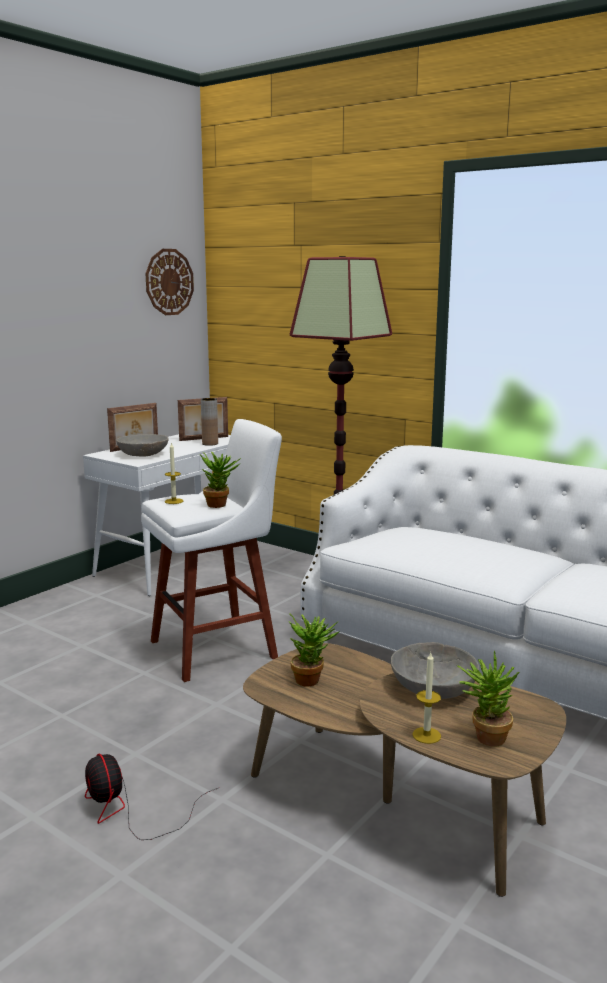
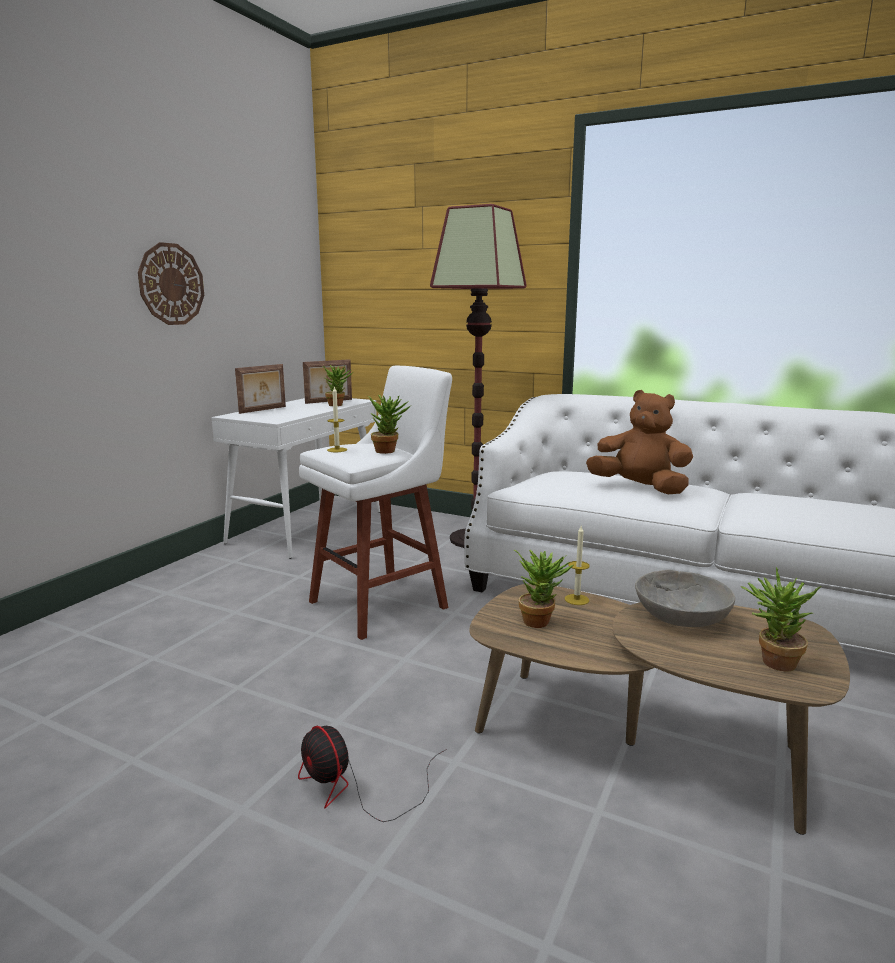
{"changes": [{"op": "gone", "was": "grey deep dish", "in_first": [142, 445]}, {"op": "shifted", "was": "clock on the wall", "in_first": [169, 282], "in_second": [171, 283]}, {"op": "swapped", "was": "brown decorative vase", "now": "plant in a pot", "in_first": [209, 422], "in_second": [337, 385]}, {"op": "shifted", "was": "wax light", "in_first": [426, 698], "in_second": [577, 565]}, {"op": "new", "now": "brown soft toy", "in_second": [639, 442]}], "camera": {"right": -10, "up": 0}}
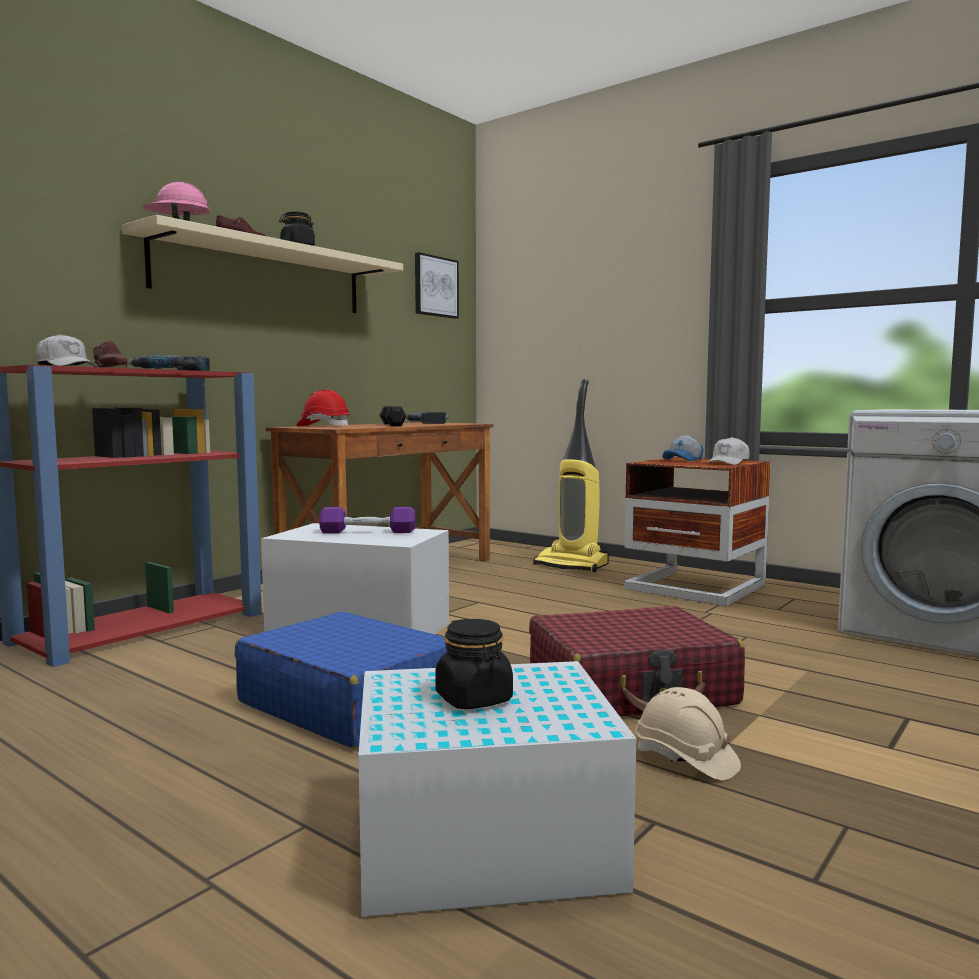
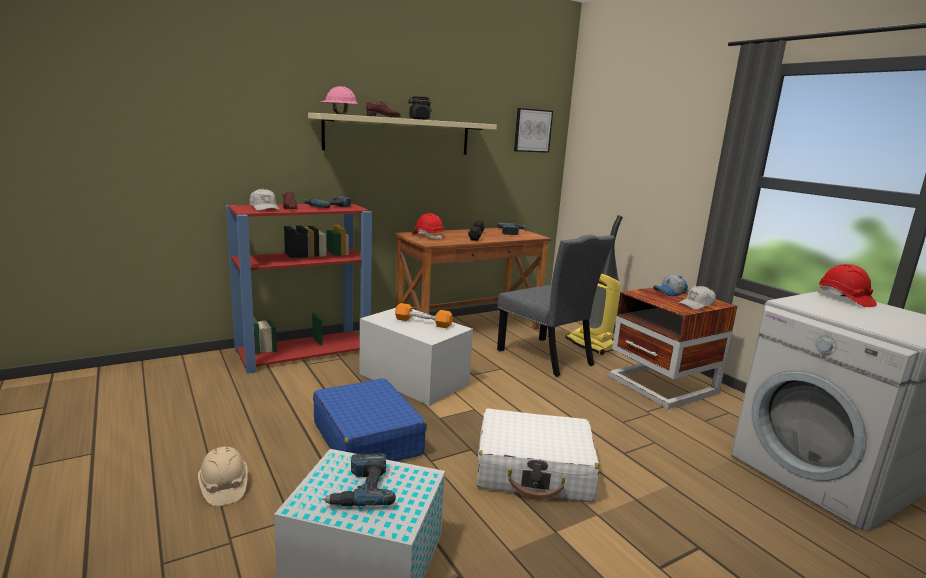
{"changes": [{"op": "repainted", "was": "purple-coloured free weight", "now": "orange-coloured free weight", "in_first": [367, 520], "in_second": [424, 315]}, {"op": "swapped", "was": "black preserve jar", "now": "drill", "in_first": [474, 664], "in_second": [359, 479]}, {"op": "repainted", "was": "reddish suitcase", "now": "white-coloured suitcase", "in_first": [637, 661], "in_second": [538, 455]}, {"op": "shifted", "was": "beige hard hat", "in_first": [688, 733], "in_second": [223, 476]}, {"op": "new", "now": "grey upright chair", "in_second": [556, 306]}, {"op": "new", "now": "reddish hard hat", "in_second": [847, 285]}], "camera": {"right": 20, "up": 10}}
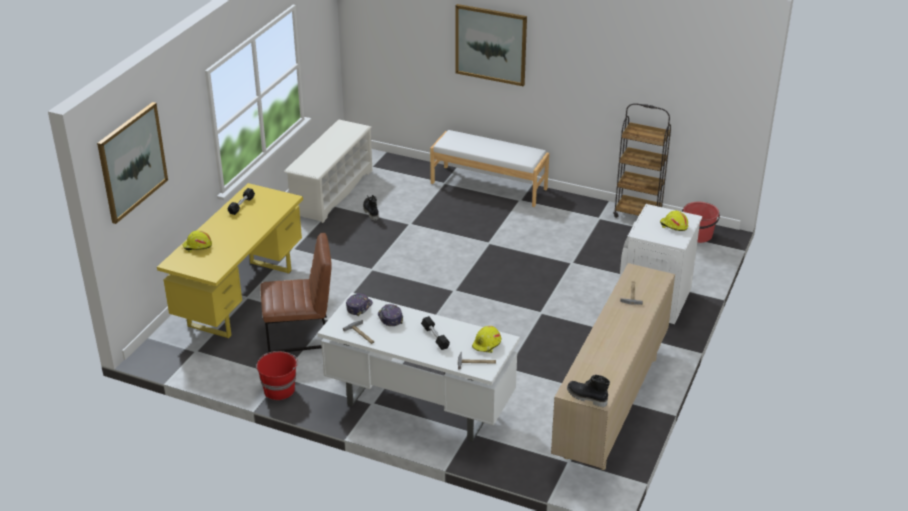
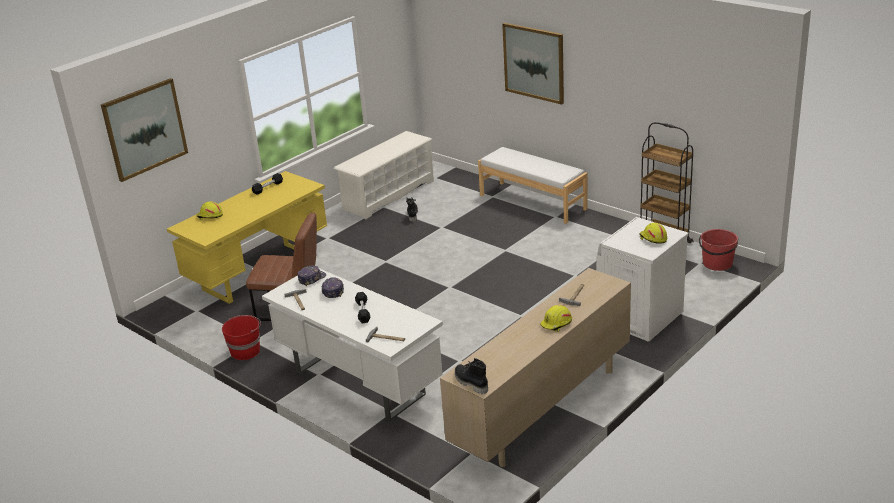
{"changes": [{"op": "shifted", "was": "yellowish hard hat", "in_first": [487, 339], "in_second": [556, 318]}], "camera": {"right": 20, "up": -5}}
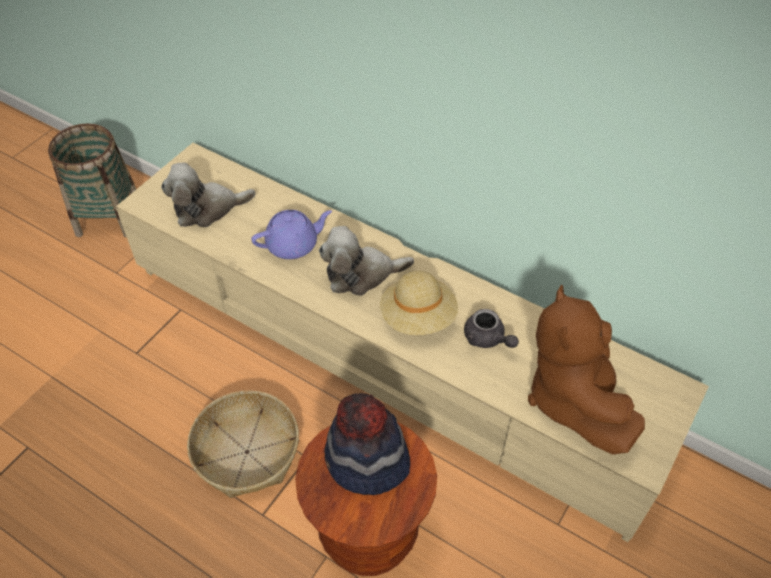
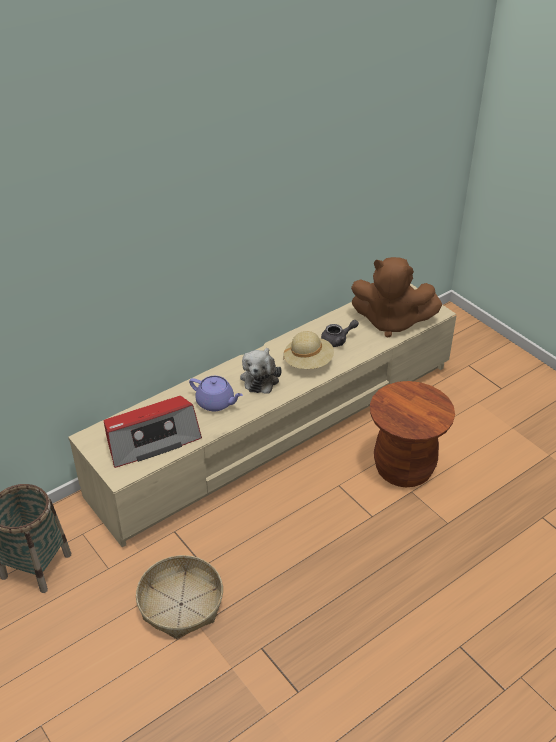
{"changes": [{"op": "swapped", "was": "soft toy", "now": "radio set", "in_first": [208, 195], "in_second": [152, 432]}, {"op": "shifted", "was": "household basket", "in_first": [243, 444], "in_second": [179, 597]}, {"op": "rotated", "was": "purple-coloured teapot", "in_first": [291, 234], "in_second": [216, 393], "clockwise": 120}, {"op": "gone", "was": "clothing hat", "in_first": [367, 444]}], "camera": {"right": -70, "up": -10}}
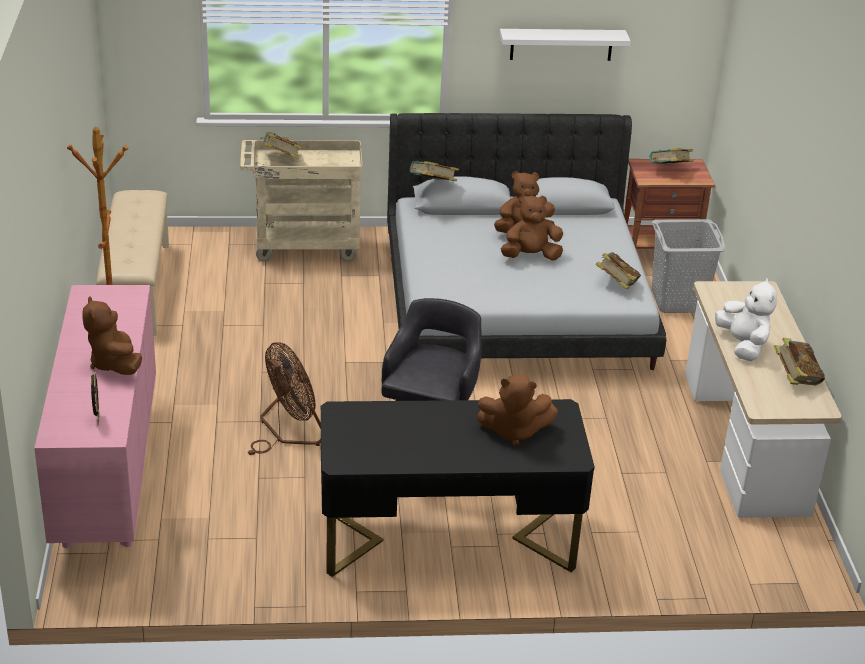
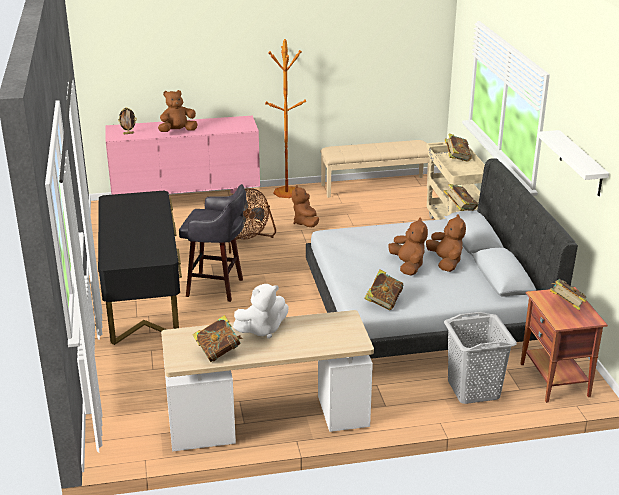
{"changes": [{"op": "shifted", "was": "brown soft toy", "in_first": [517, 410], "in_second": [305, 206]}], "camera": {"right": 85, "up": -5}}
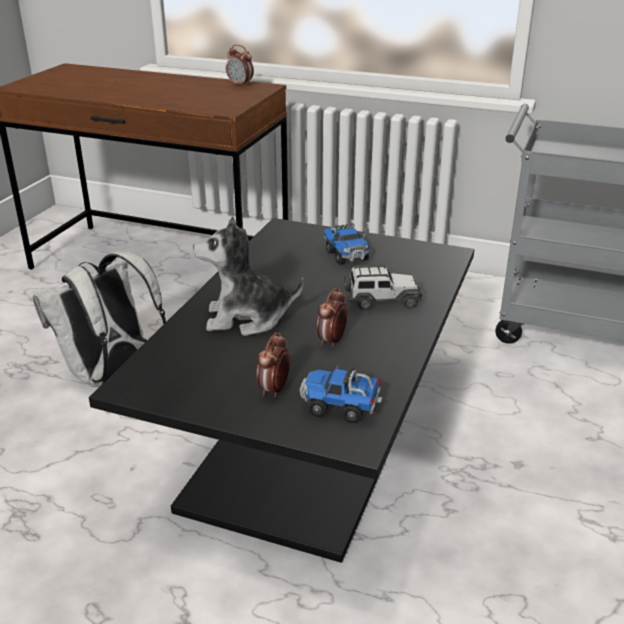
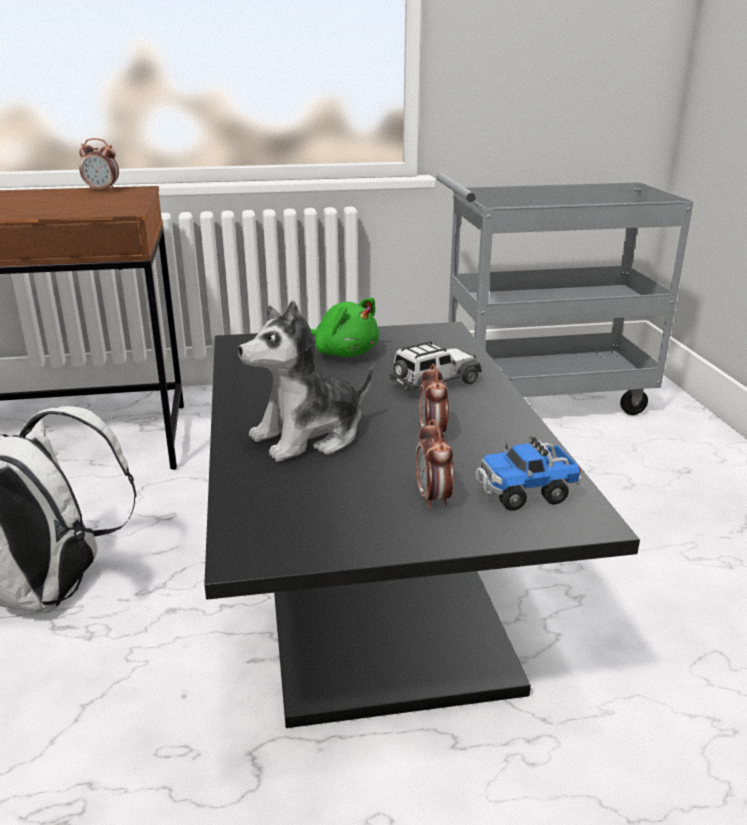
{"changes": [{"op": "swapped", "was": "model truck", "now": "green-coloured soft toy", "in_first": [347, 244], "in_second": [345, 327]}], "camera": {"right": -30, "up": -5}}
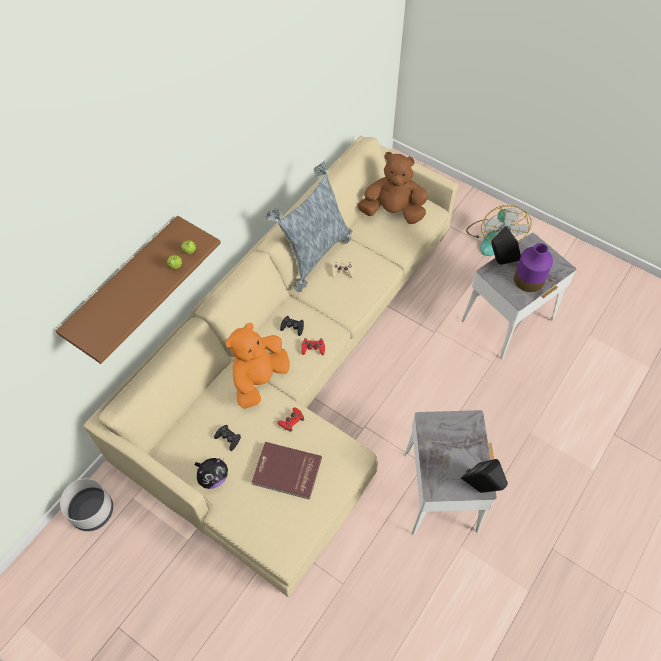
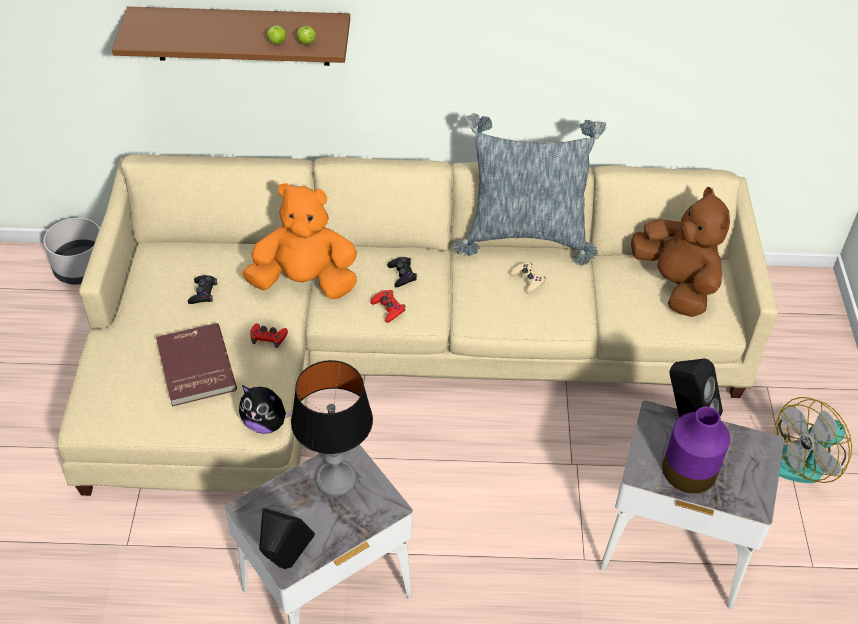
{"changes": [{"op": "shifted", "was": "soft toy", "in_first": [211, 473], "in_second": [266, 409]}, {"op": "new", "now": "tabletop lamp", "in_second": [332, 428]}], "camera": {"right": 55, "up": -10}}
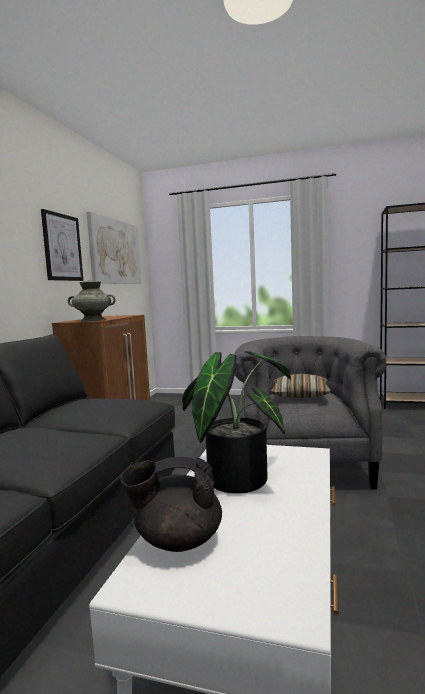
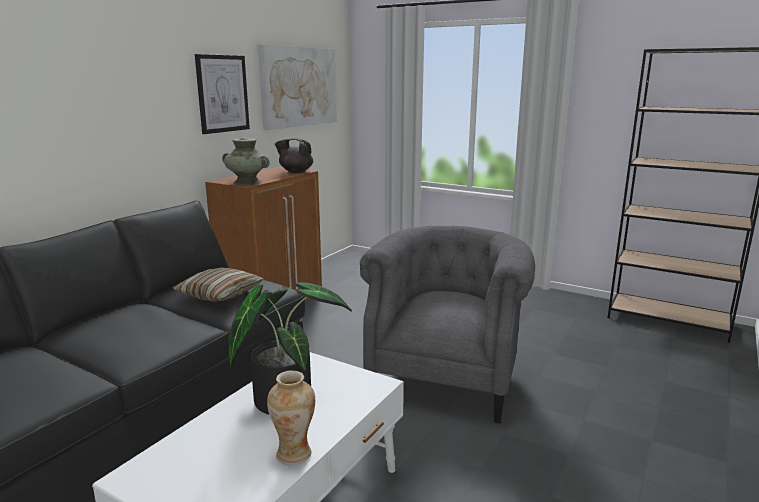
{"changes": [{"op": "shifted", "was": "black teapot", "in_first": [171, 504], "in_second": [294, 155]}, {"op": "shifted", "was": "throw pillow", "in_first": [301, 386], "in_second": [218, 285]}, {"op": "new", "now": "decorative vase", "in_second": [291, 418]}], "camera": {"right": 15, "up": 10}}
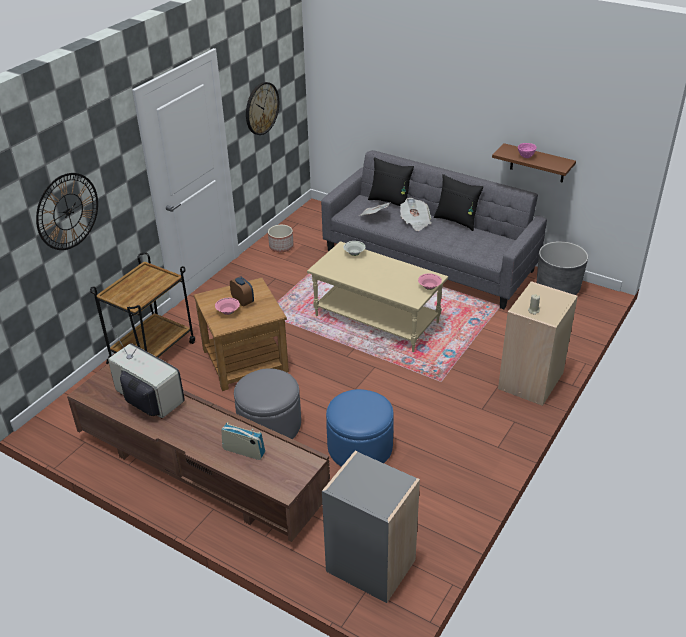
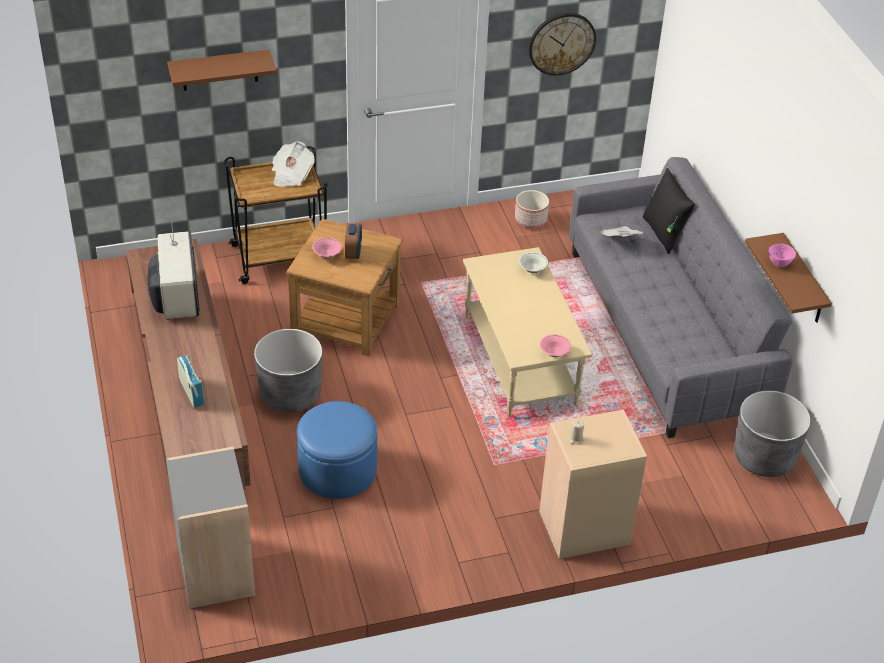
{"changes": [{"op": "swapped", "was": "clock on the wall", "now": "brown wall shelf", "in_first": [67, 211], "in_second": [222, 70]}, {"op": "swapped", "was": "grey footrest", "now": "grey plant pot", "in_first": [267, 404], "in_second": [288, 371]}, {"op": "shifted", "was": "newspaper", "in_first": [416, 214], "in_second": [293, 164]}, {"op": "gone", "was": "black throw pillow", "in_first": [458, 202]}], "camera": {"right": 40, "up": 5}}
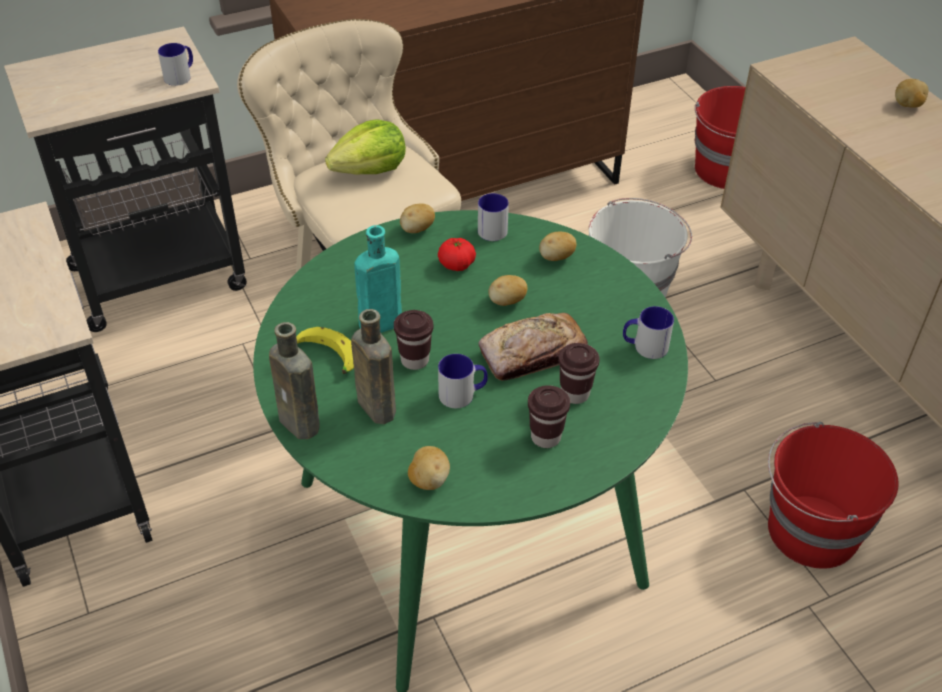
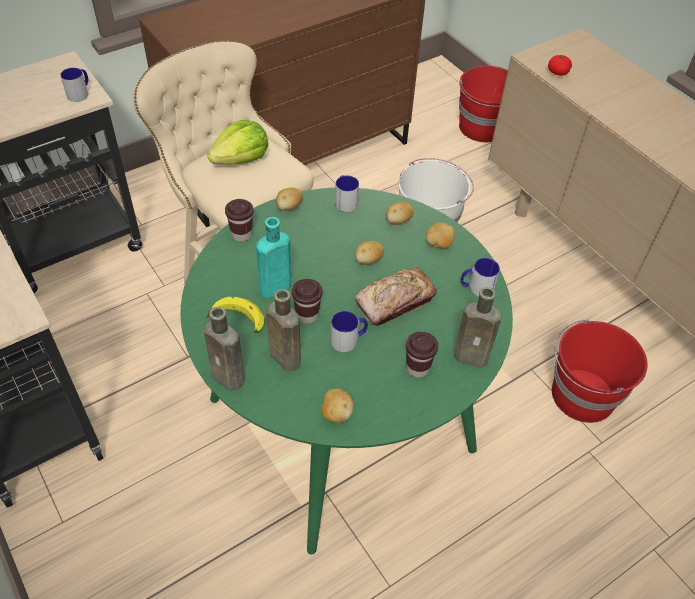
{"changes": [{"op": "shifted", "was": "whole tomato", "in_first": [457, 254], "in_second": [560, 65]}, {"op": "shifted", "was": "brown cup", "in_first": [579, 373], "in_second": [239, 220]}, {"op": "shifted", "was": "whole potato", "in_first": [911, 93], "in_second": [440, 235]}, {"op": "new", "now": "brown bottle", "in_second": [478, 327]}], "camera": {"right": -10, "up": 5}}
